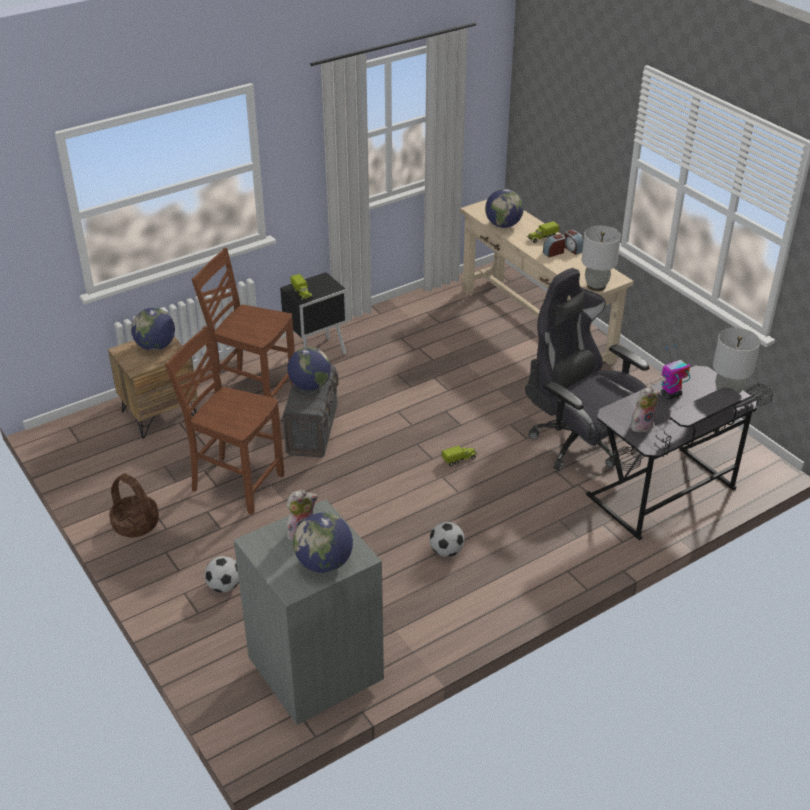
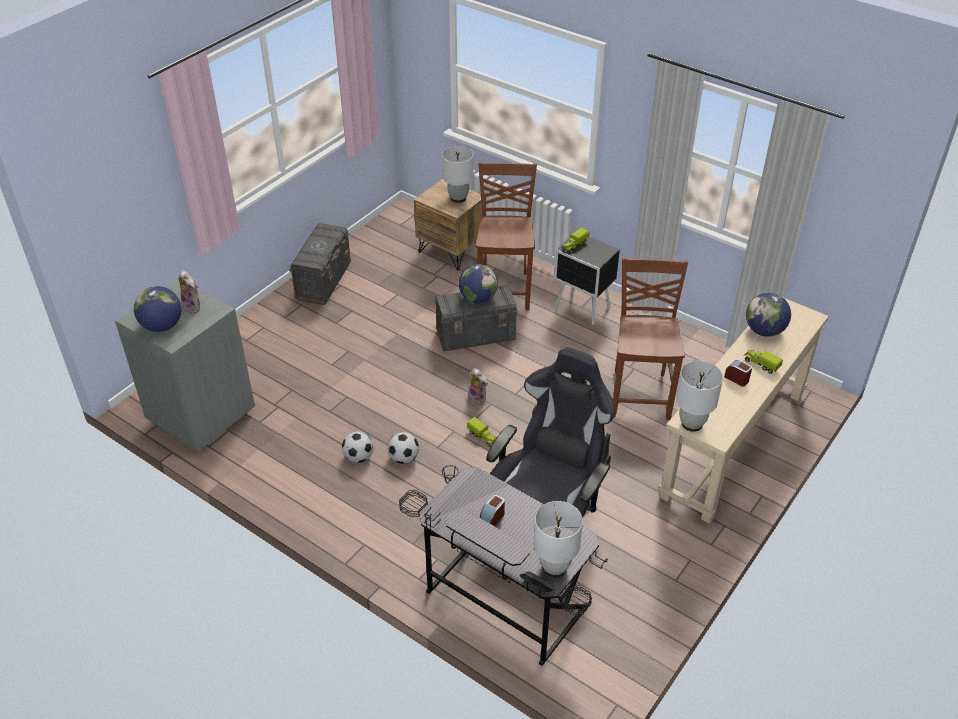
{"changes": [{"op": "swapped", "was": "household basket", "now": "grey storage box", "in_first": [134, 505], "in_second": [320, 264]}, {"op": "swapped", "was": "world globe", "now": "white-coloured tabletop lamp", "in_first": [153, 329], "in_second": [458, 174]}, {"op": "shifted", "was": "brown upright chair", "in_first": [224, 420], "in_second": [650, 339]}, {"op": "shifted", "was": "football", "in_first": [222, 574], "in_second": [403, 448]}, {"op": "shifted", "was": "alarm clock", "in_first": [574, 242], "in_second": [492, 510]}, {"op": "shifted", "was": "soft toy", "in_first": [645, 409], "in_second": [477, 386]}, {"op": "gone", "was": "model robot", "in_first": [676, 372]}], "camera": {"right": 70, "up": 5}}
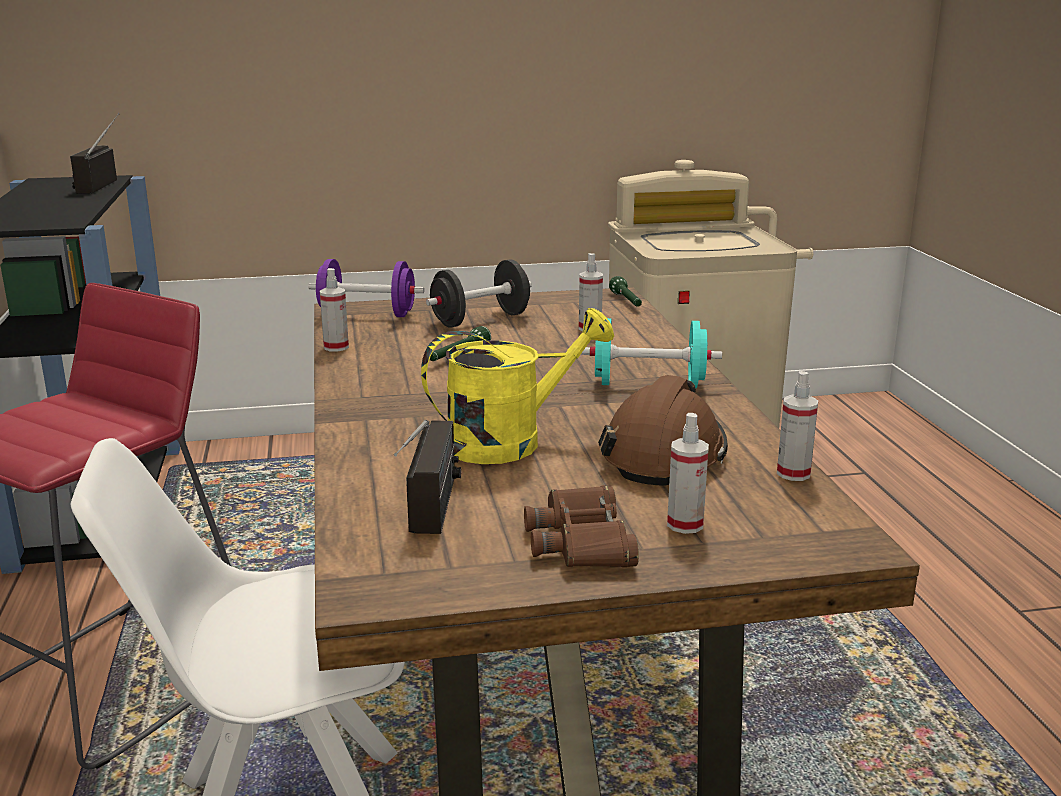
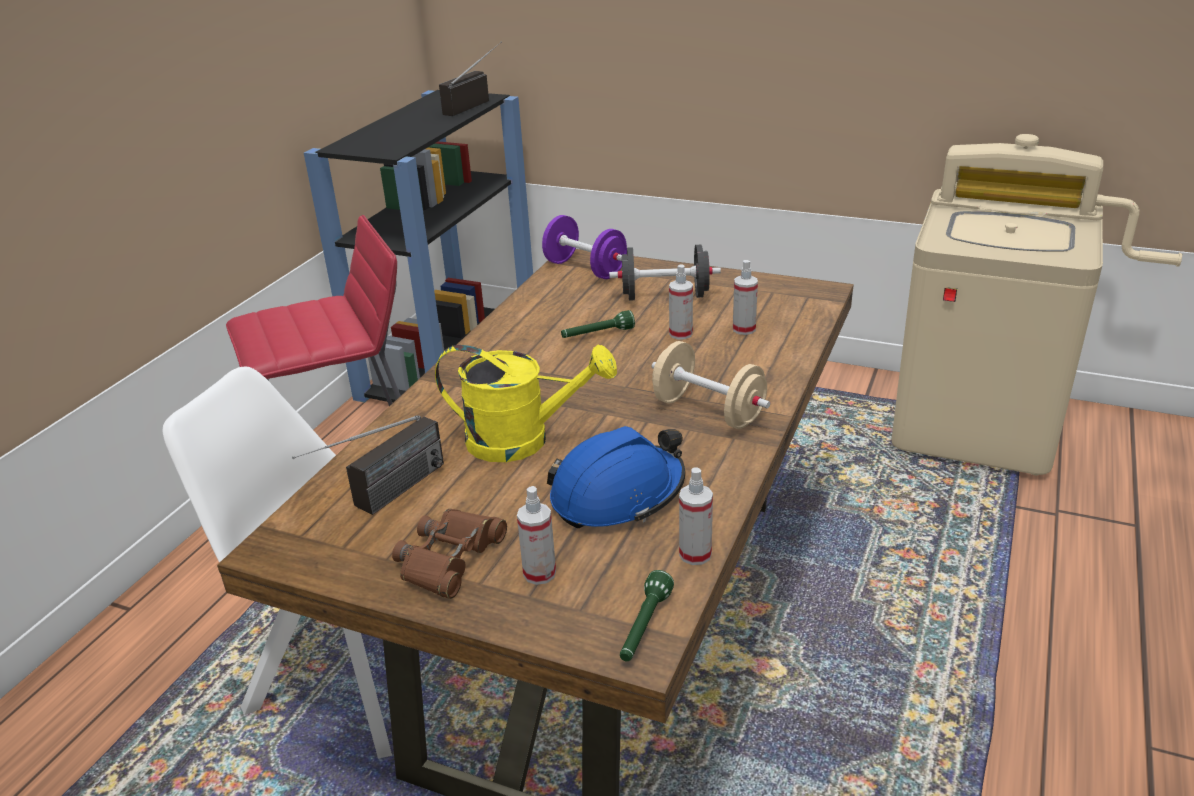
{"changes": [{"op": "shifted", "was": "hand sprayer", "in_first": [334, 310], "in_second": [681, 302]}, {"op": "repainted", "was": "turquoise free weight", "now": "beige free weight", "in_first": [651, 353], "in_second": [710, 385]}, {"op": "repainted", "was": "brown hard hat", "now": "blue hard hat", "in_first": [663, 430], "in_second": [616, 477]}, {"op": "shifted", "was": "green-coloured hand torch", "in_first": [625, 291], "in_second": [647, 615]}], "camera": {"right": 35, "up": 10}}
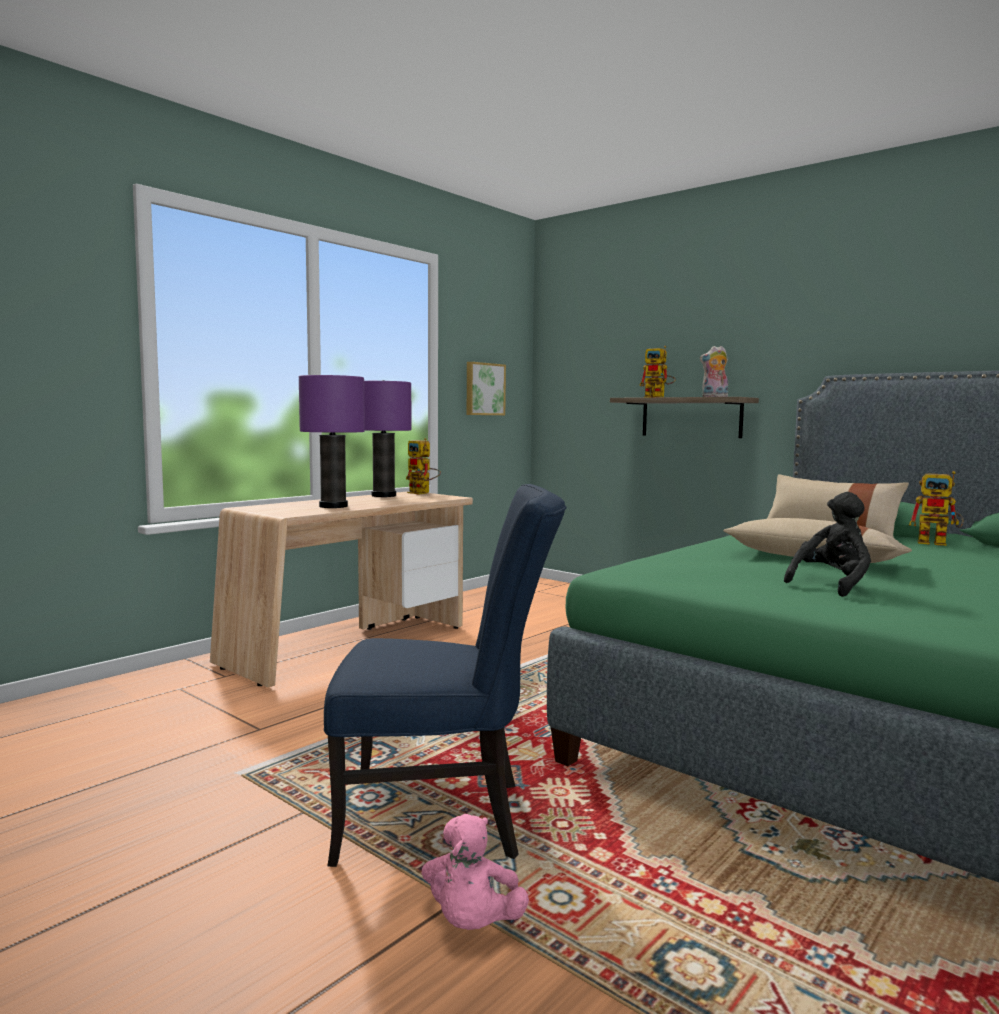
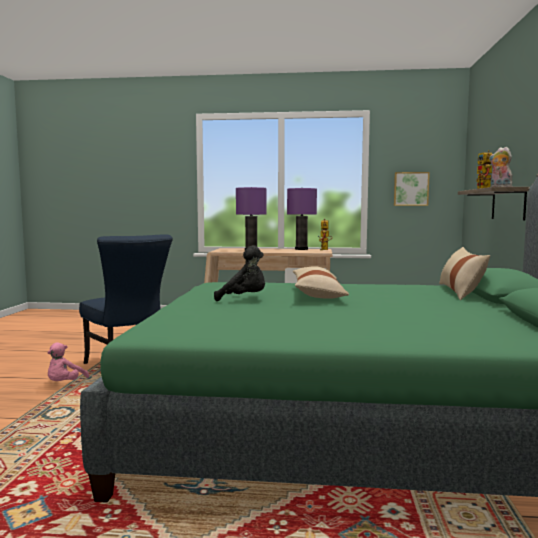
{"changes": [{"op": "rotated", "was": "pinkish soft toy", "in_first": [475, 872], "in_second": [68, 361], "clockwise": -45}, {"op": "gone", "was": "model robot", "in_first": [936, 508]}], "camera": {"right": 55, "up": 0}}
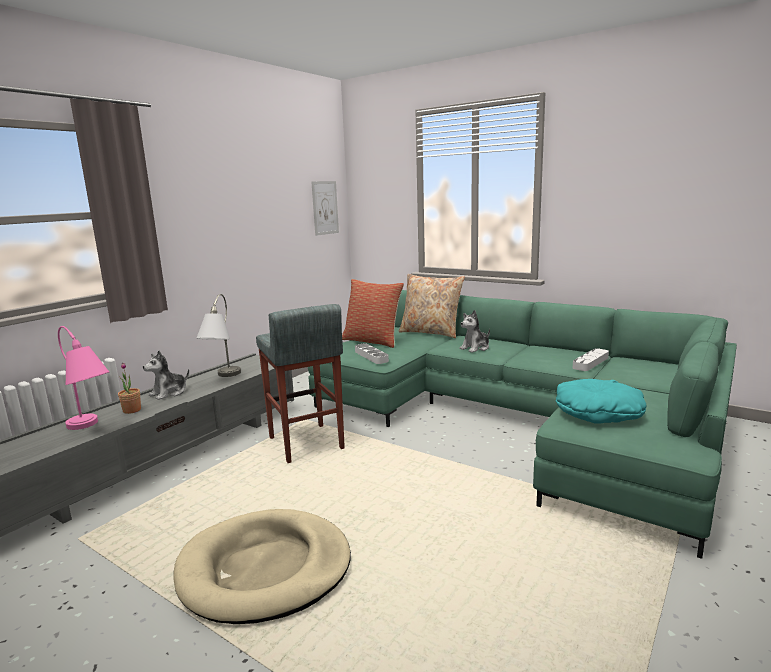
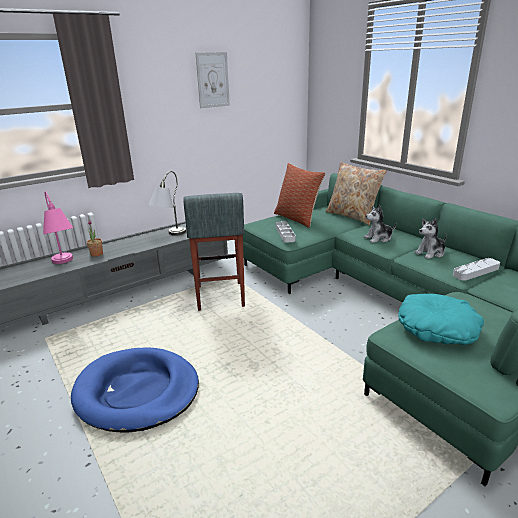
{"changes": [{"op": "shifted", "was": "soft toy", "in_first": [166, 375], "in_second": [430, 238]}, {"op": "repainted", "was": "beige pet bed", "now": "blue pet bed", "in_first": [262, 566], "in_second": [135, 390]}, {"op": "shifted", "was": "picture", "in_first": [325, 208], "in_second": [213, 80]}], "camera": {"right": 20, "up": 10}}
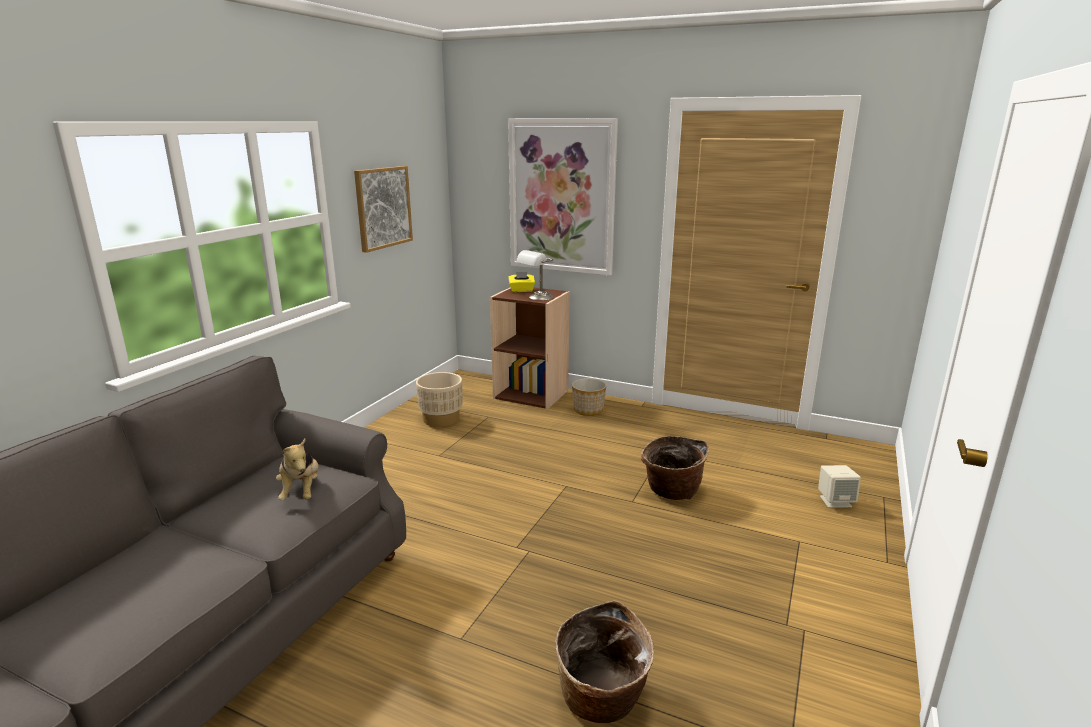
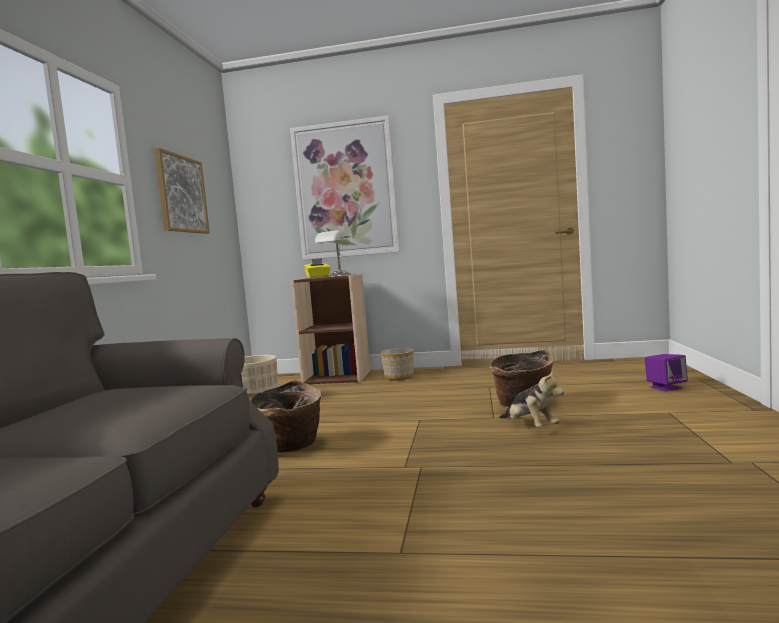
{"changes": [{"op": "shifted", "was": "soft toy", "in_first": [297, 470], "in_second": [531, 398]}, {"op": "shifted", "was": "household basket", "in_first": [605, 662], "in_second": [285, 416]}, {"op": "repainted", "was": "beige speaker", "now": "purple-coloured speaker", "in_first": [839, 486], "in_second": [666, 373]}], "camera": {"right": -15, "up": -15}}
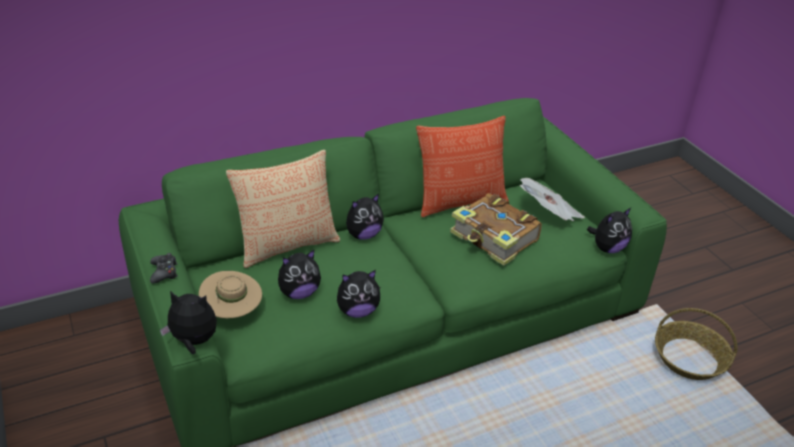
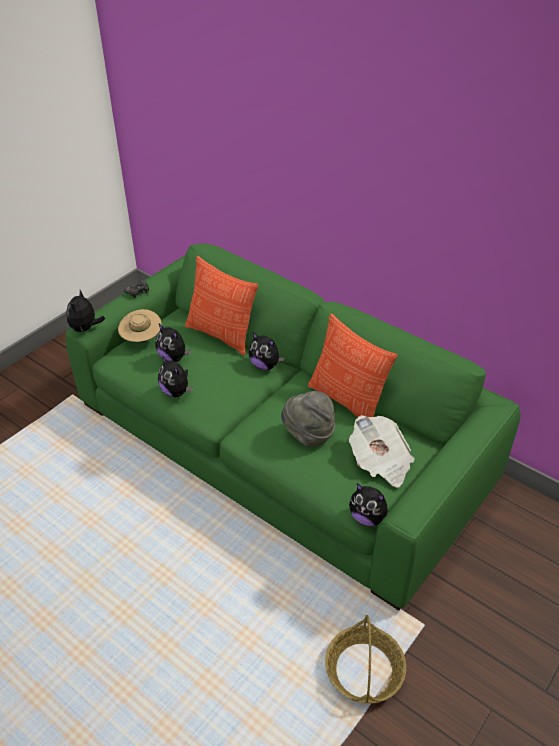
{"changes": [{"op": "rotated", "was": "soft toy", "in_first": [188, 322], "in_second": [85, 311], "clockwise": -150}, {"op": "repainted", "was": "beige throw pillow", "now": "orange-coloured throw pillow", "in_first": [283, 209], "in_second": [221, 305]}, {"op": "swapped", "was": "volume", "now": "grey clothing hat", "in_first": [496, 229], "in_second": [308, 419]}], "camera": {"right": 65, "up": 5}}
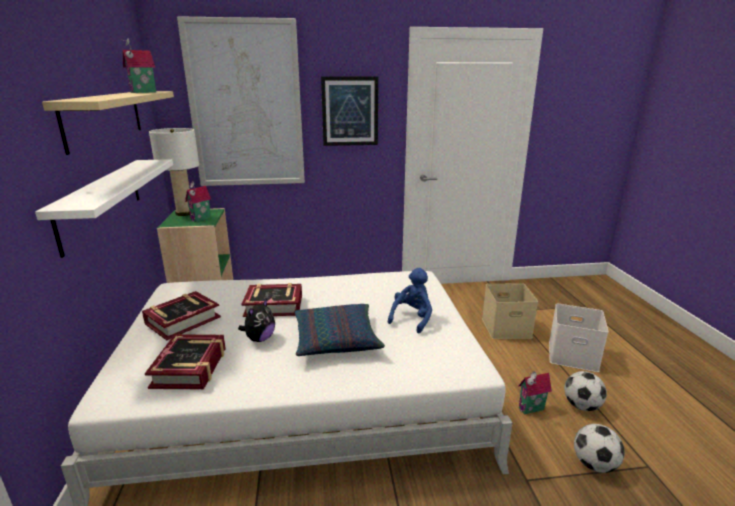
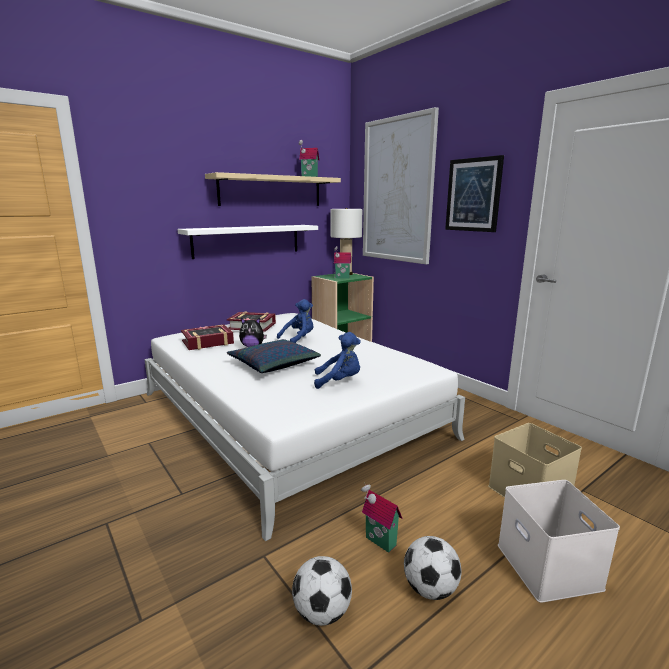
{"changes": [{"op": "swapped", "was": "volume", "now": "blue soft toy", "in_first": [271, 300], "in_second": [295, 321]}], "camera": {"right": 60, "up": -5}}
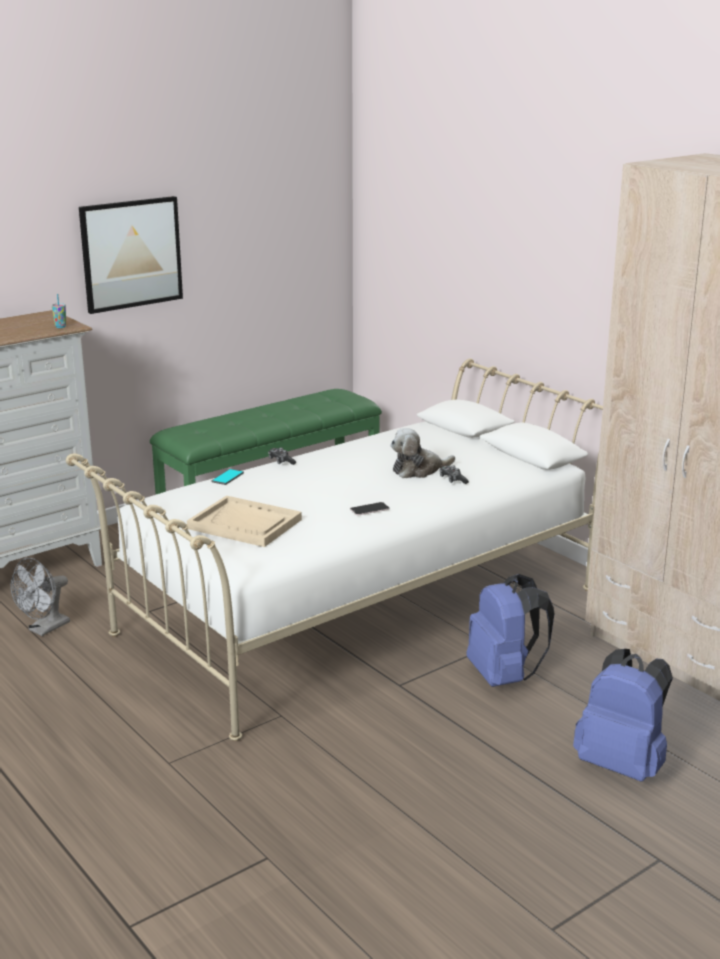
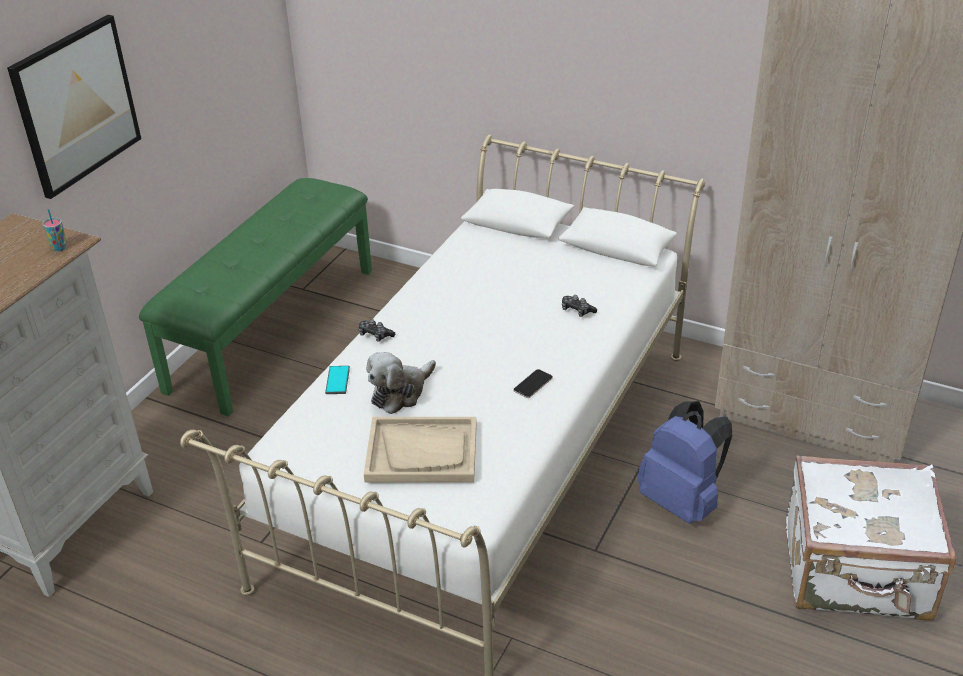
{"changes": [{"op": "gone", "was": "grey fan", "in_first": [40, 597]}, {"op": "shifted", "was": "soft toy", "in_first": [422, 453], "in_second": [401, 383]}, {"op": "swapped", "was": "blue backpack", "now": "white-coloured suitcase", "in_first": [623, 715], "in_second": [870, 538]}], "camera": {"right": -25, "up": 15}}
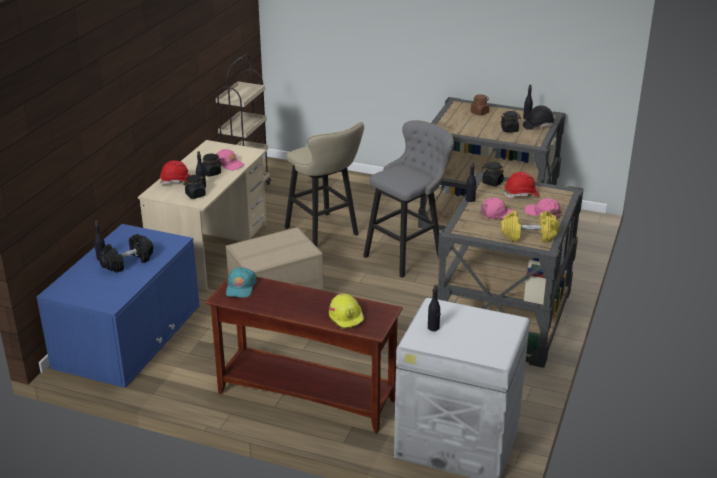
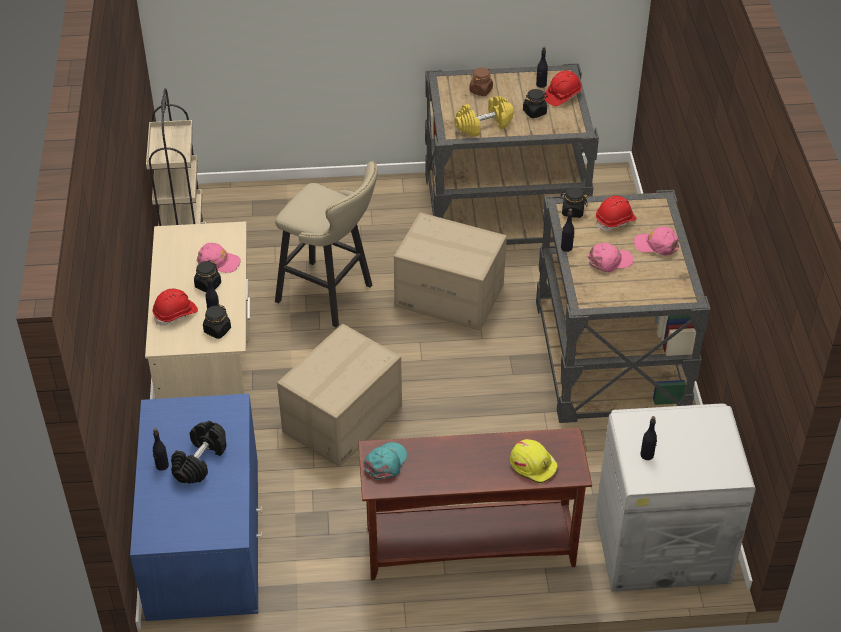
{"changes": [{"op": "rotated", "was": "turquoise peaked cap", "in_first": [241, 283], "in_second": [385, 461], "clockwise": -135}, {"op": "swapped", "was": "grey stool", "now": "carton", "in_first": [408, 199], "in_second": [450, 271]}, {"op": "shifted", "was": "yellowish free weight", "in_first": [530, 226], "in_second": [484, 116]}, {"op": "repainted", "was": "black hard hat", "now": "reddish hard hat", "in_first": [538, 117], "in_second": [563, 88]}], "camera": {"right": -25, "up": 15}}
